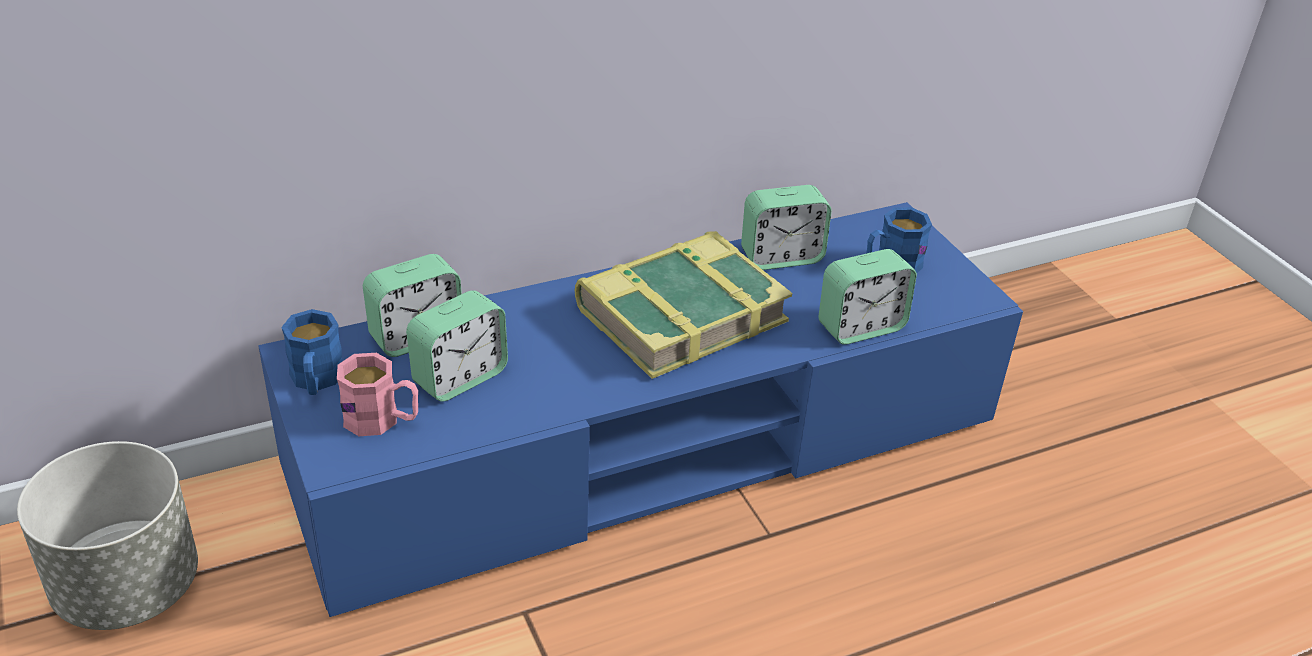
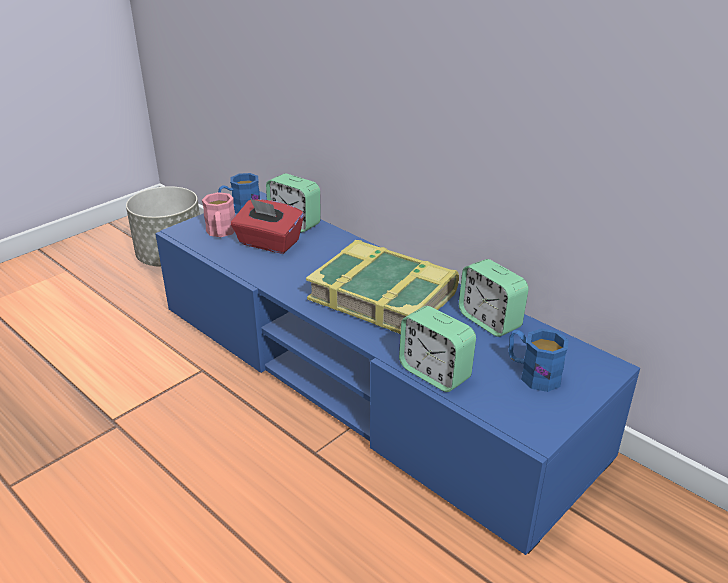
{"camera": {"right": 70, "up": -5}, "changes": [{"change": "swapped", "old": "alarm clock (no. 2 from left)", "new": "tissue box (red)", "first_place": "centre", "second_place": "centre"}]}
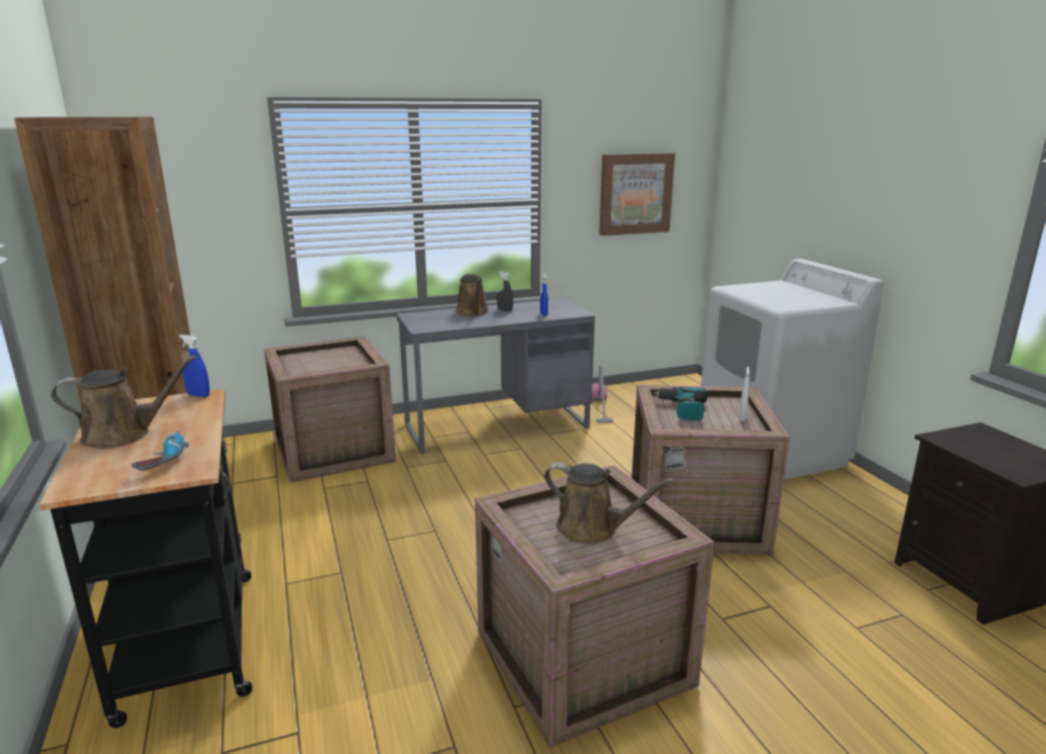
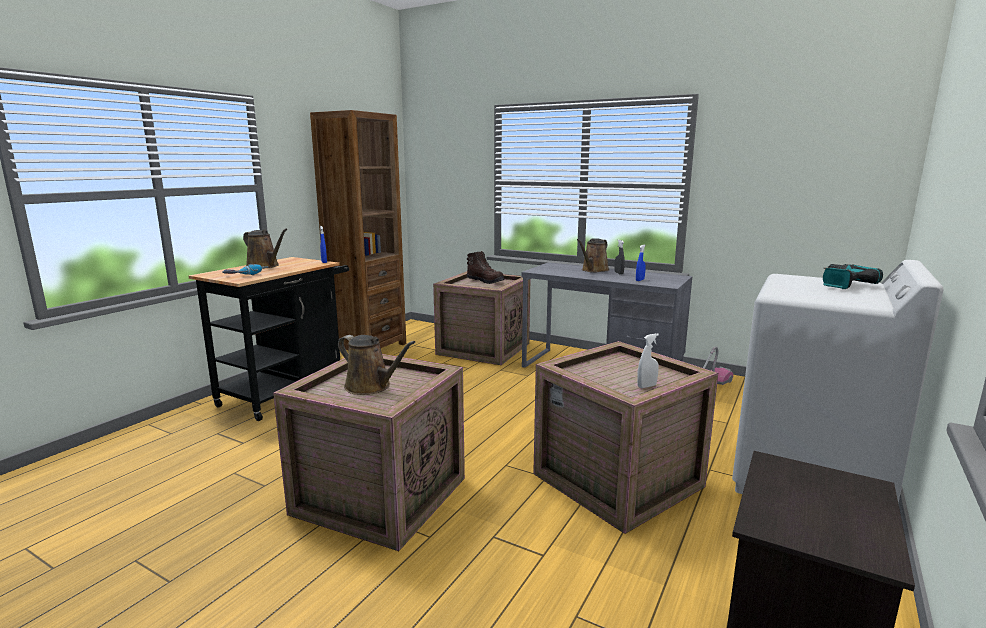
{"camera": {"right": 50, "up": -5}, "changes": [{"change": "gone", "old": "picture", "first_place": "top centre"}, {"change": "new", "new": "boot (brown)", "second_place": "centre"}, {"change": "shifted", "old": "power drill (no. 2 from left)", "first_place": "centre", "second_place": "middle right"}, {"change": "rotated", "old": "watering can (brown) (no. 3 from left in the first image)", "first_place": "bottom centre", "second_place": "centre", "degrees": -45}]}
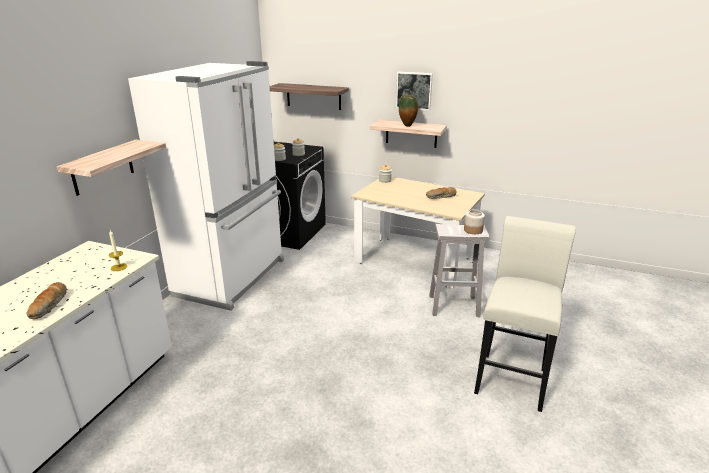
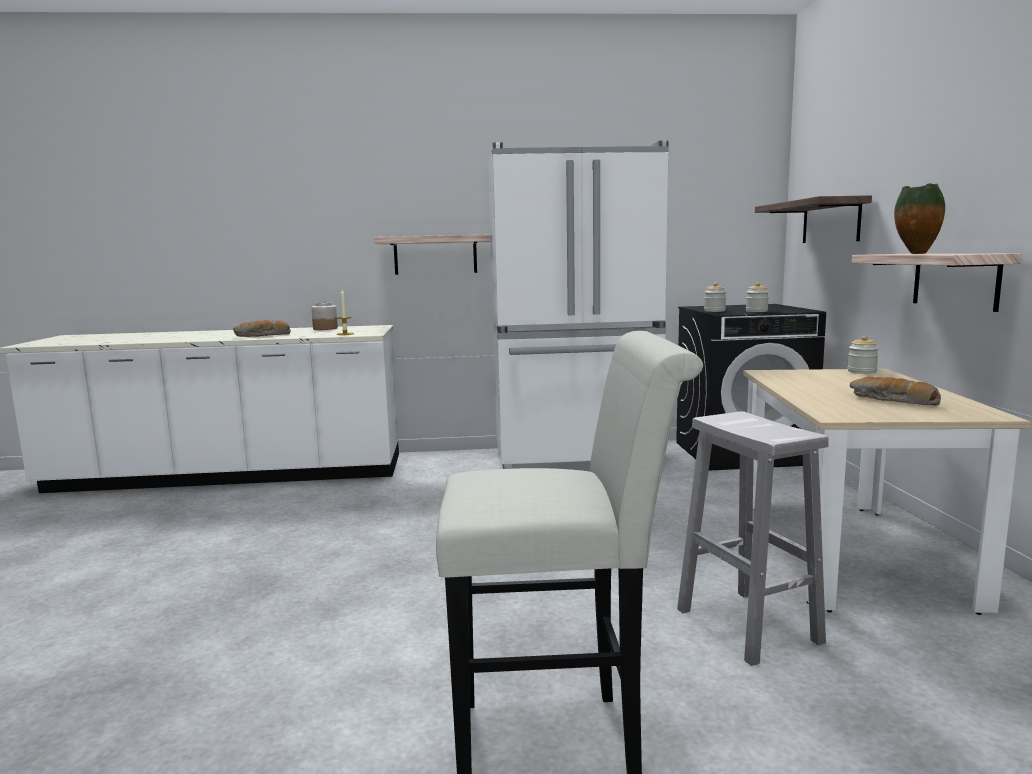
{"camera": {"right": 65, "up": -15}, "changes": [{"change": "gone", "old": "picture", "first_place": "top centre"}, {"change": "shifted", "old": "jar (no. 4 from left in the first image)", "new": "jar (no. 1 from left)", "first_place": "middle right", "second_place": "middle left"}]}
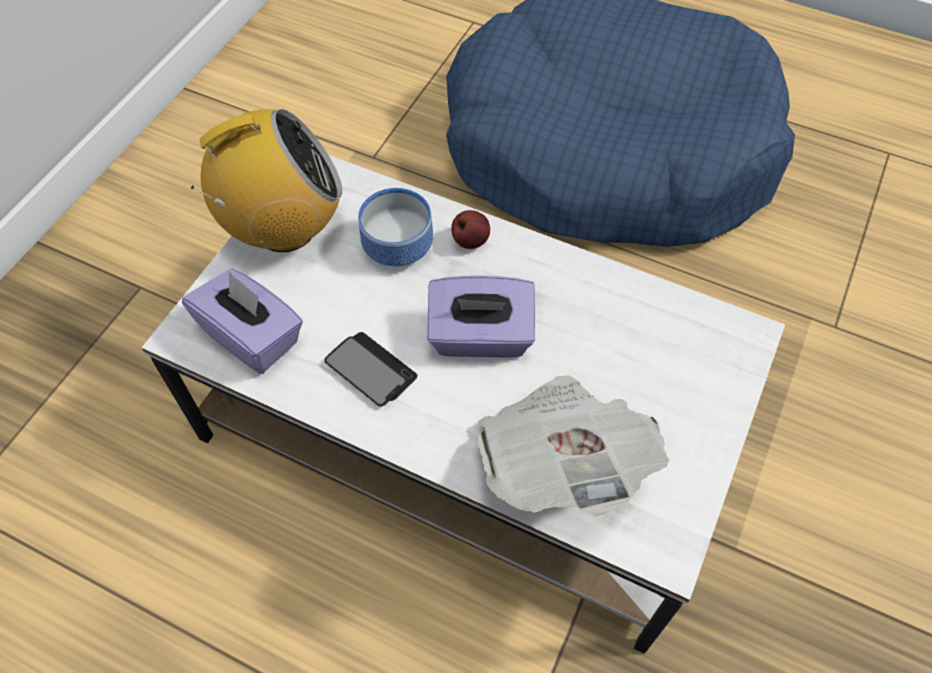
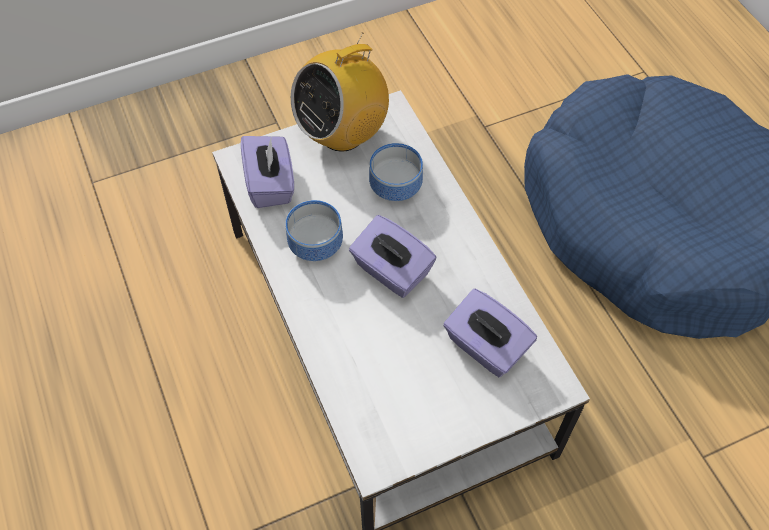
{"camera": {"right": 40, "up": 0}, "changes": [{"change": "gone", "old": "apple", "first_place": "centre"}, {"change": "gone", "old": "newspaper", "first_place": "centre"}, {"change": "new", "new": "tissue box (purple) (no. 3 from left)", "second_place": "centre"}, {"change": "swapped", "old": "phone", "new": "bowl (no. 1 from left)", "first_place": "centre", "second_place": "centre"}, {"change": "rotated", "old": "radio", "first_place": "top left", "second_place": "top centre", "degrees": 120}]}
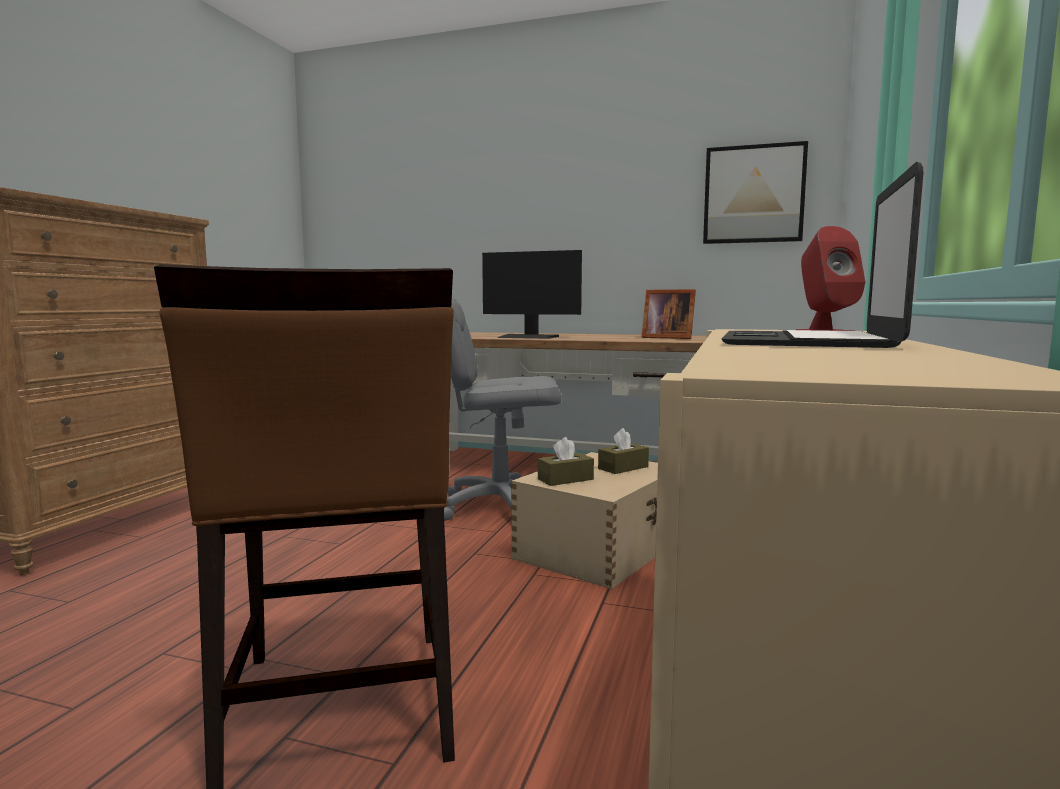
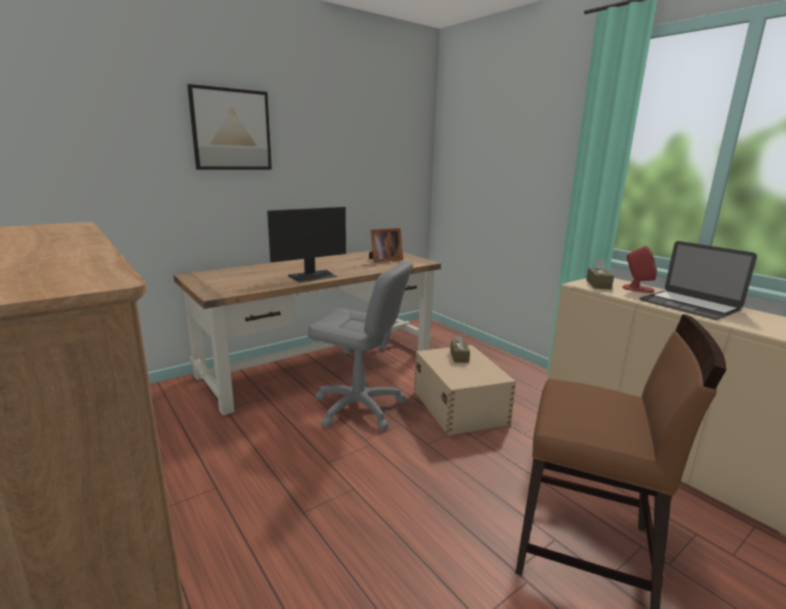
{"camera": {"right": -55, "up": 10}, "changes": [{"change": "shifted", "old": "tissue box (brown) (no. 1 from left in the first image)", "new": "tissue box (brown) (no. 2 from left)", "first_place": "centre", "second_place": "middle right"}, {"change": "shifted", "old": "picture", "first_place": "top right", "second_place": "top left"}, {"change": "rotated", "old": "office chair (grey)", "first_place": "centre", "second_place": "centre", "degrees": -105}]}
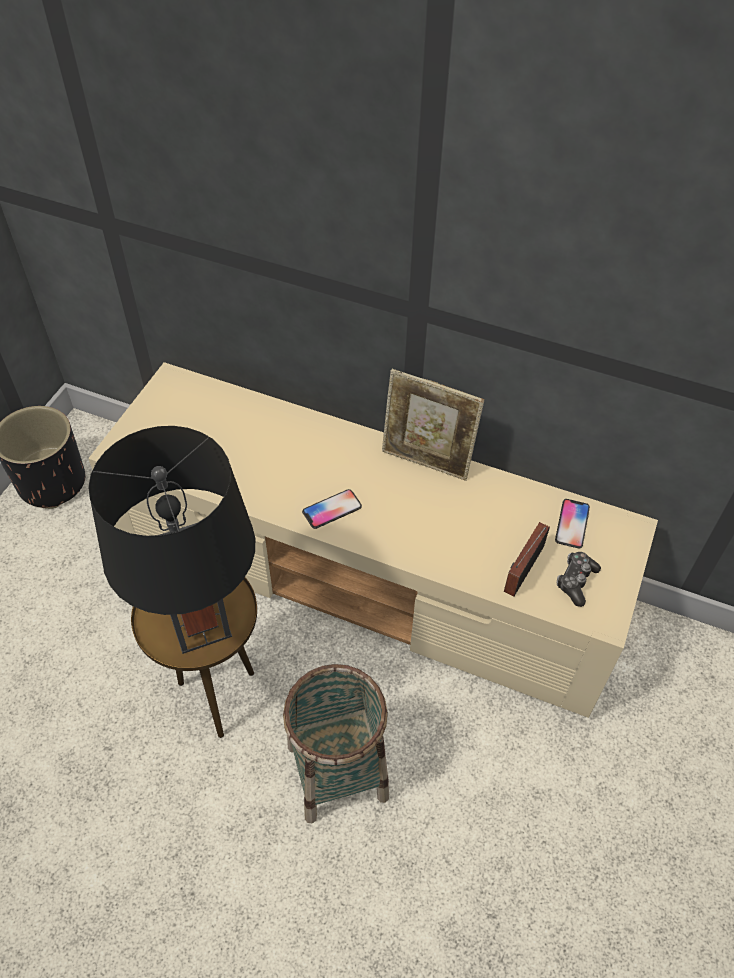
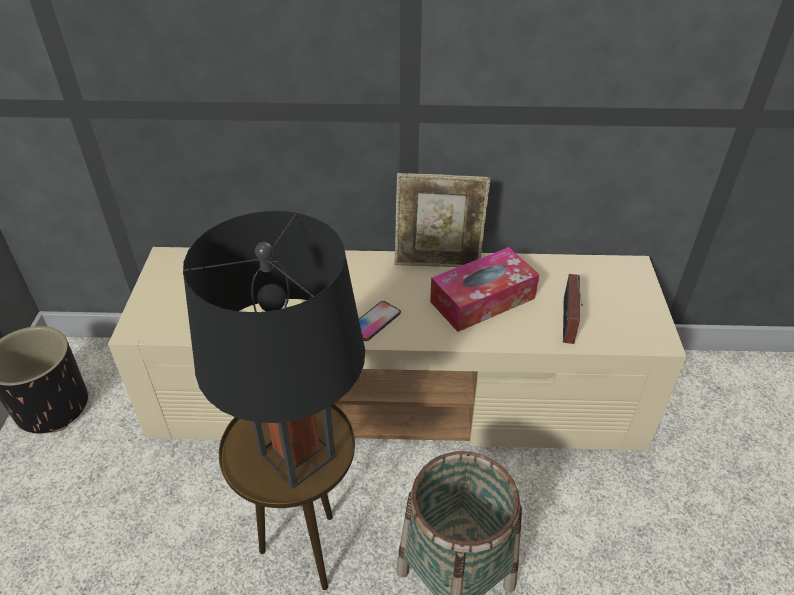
{"camera": {"right": -20, "up": -10}, "changes": [{"change": "gone", "old": "phone (no. 2 from left)", "first_place": "middle right"}, {"change": "gone", "old": "game controller", "first_place": "middle right"}, {"change": "new", "new": "tissue box", "second_place": "centre"}]}
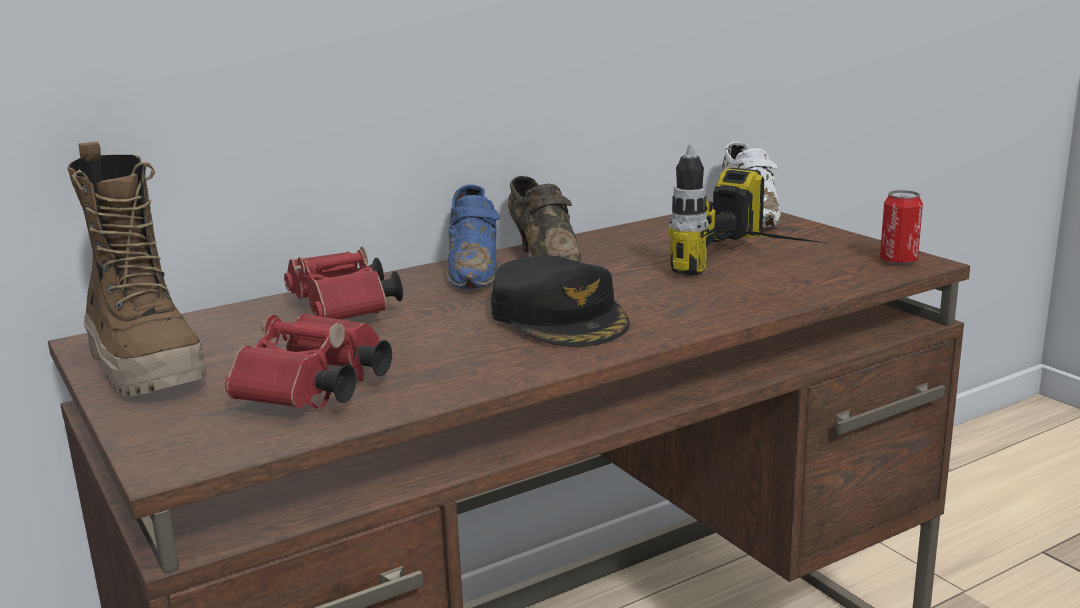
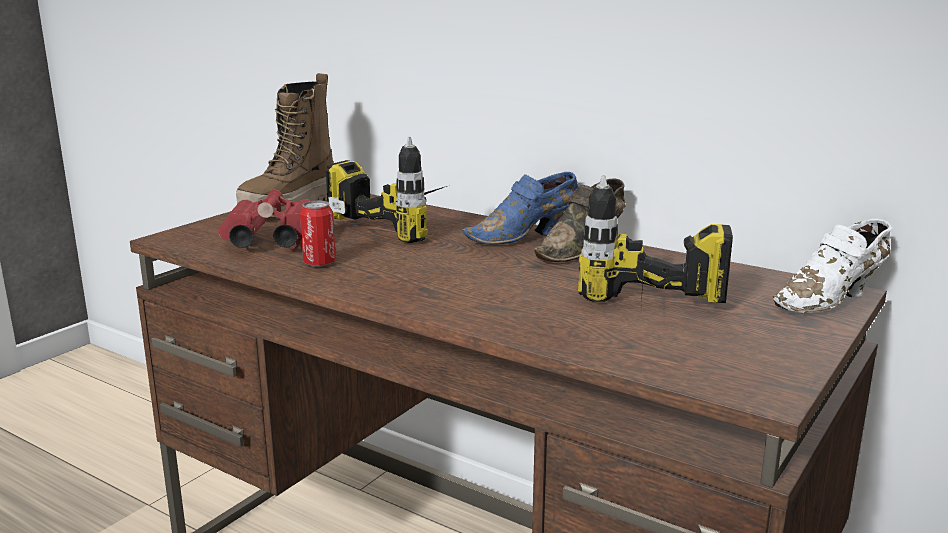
{"camera": {"right": 65, "up": 0}, "changes": [{"change": "gone", "old": "cap (black)", "first_place": "centre"}, {"change": "shifted", "old": "can", "first_place": "middle right", "second_place": "centre"}, {"change": "swapped", "old": "binoculars (red) (no. 2 from left)", "new": "power drill (no. 1 from left)", "first_place": "middle left", "second_place": "centre"}]}
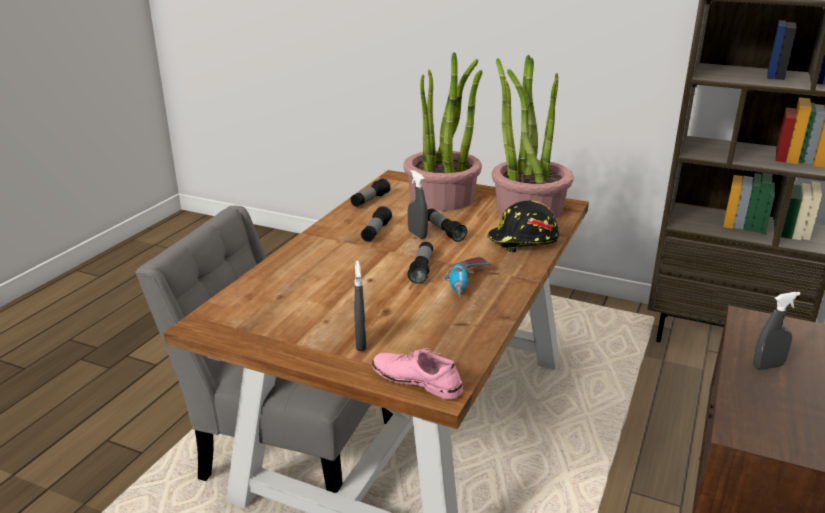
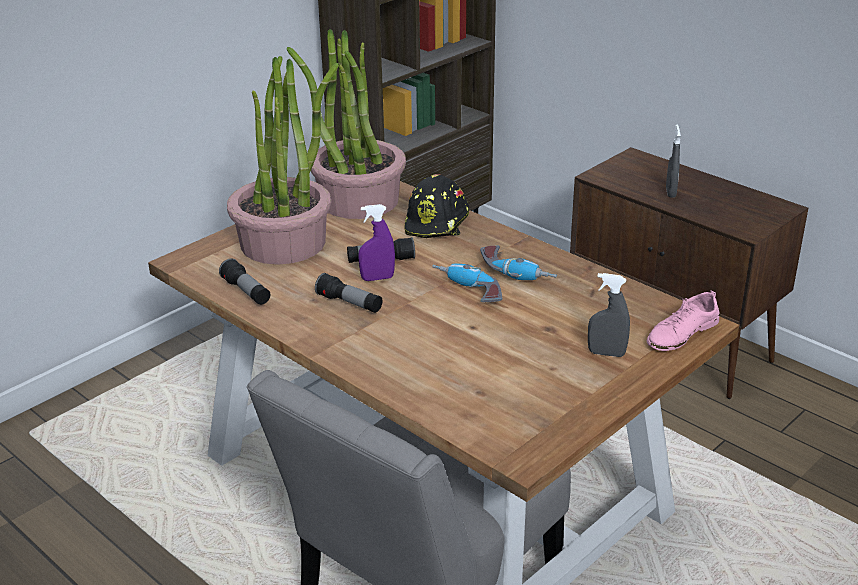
{"camera": {"right": -70, "up": 5}, "changes": [{"change": "swapped", "old": "flashlight (no. 3 from left)", "new": "power drill (no. 1 from left)", "first_place": "centre", "second_place": "centre"}, {"change": "repainted", "old": "spray bottle (grey) (no. 2 from left)", "new": "spray bottle (purple)", "first_place": "centre", "second_place": "centre"}]}
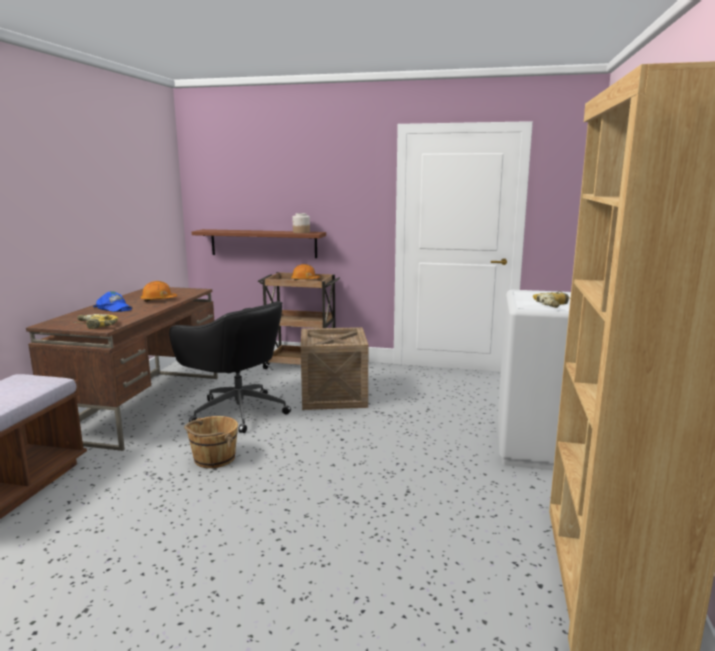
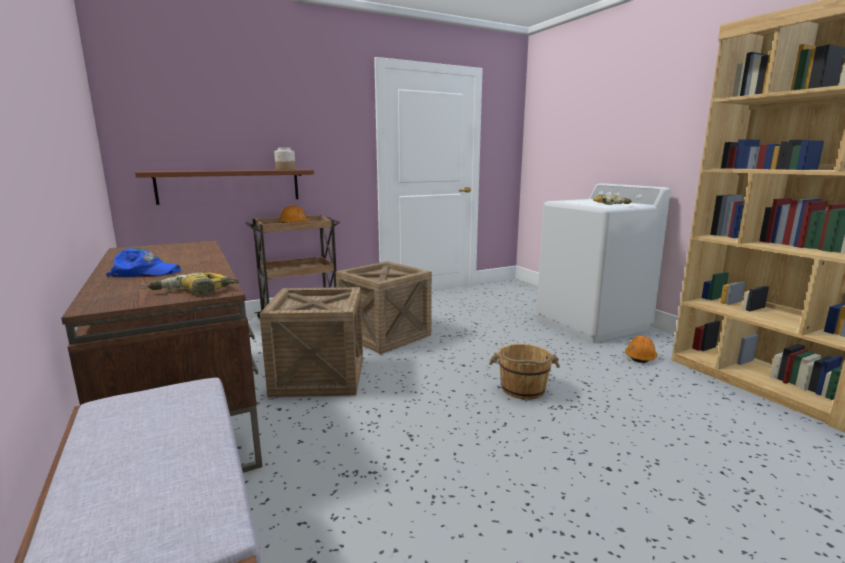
{"camera": {"right": -40, "up": 0}, "changes": [{"change": "shifted", "old": "hard hat (orange) (no. 1 from left in the first image)", "new": "hard hat (orange) (no. 2 from left)", "first_place": "middle left", "second_place": "middle right"}, {"change": "shifted", "old": "bucket (brown)", "first_place": "bottom left", "second_place": "centre"}, {"change": "swapped", "old": "office chair (black)", "new": "crate (no. 1 from left)", "first_place": "middle left", "second_place": "centre"}]}
